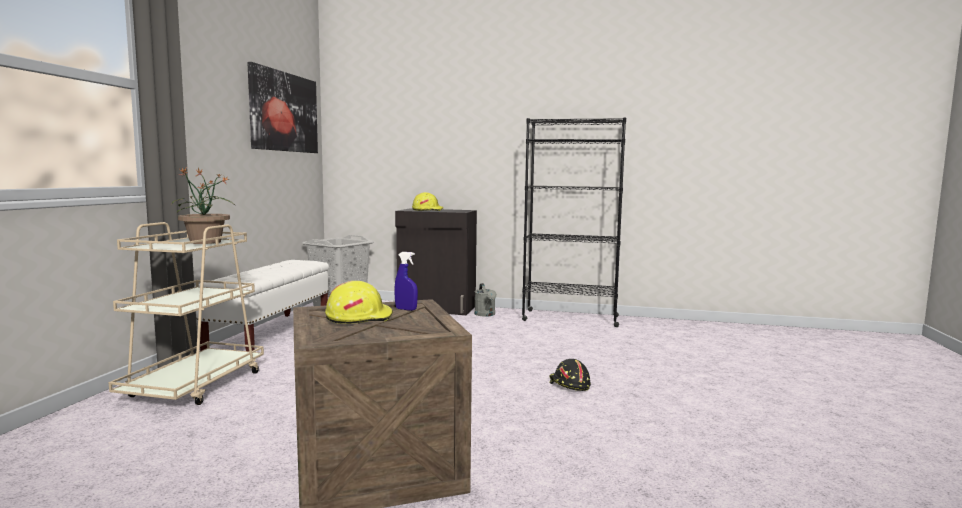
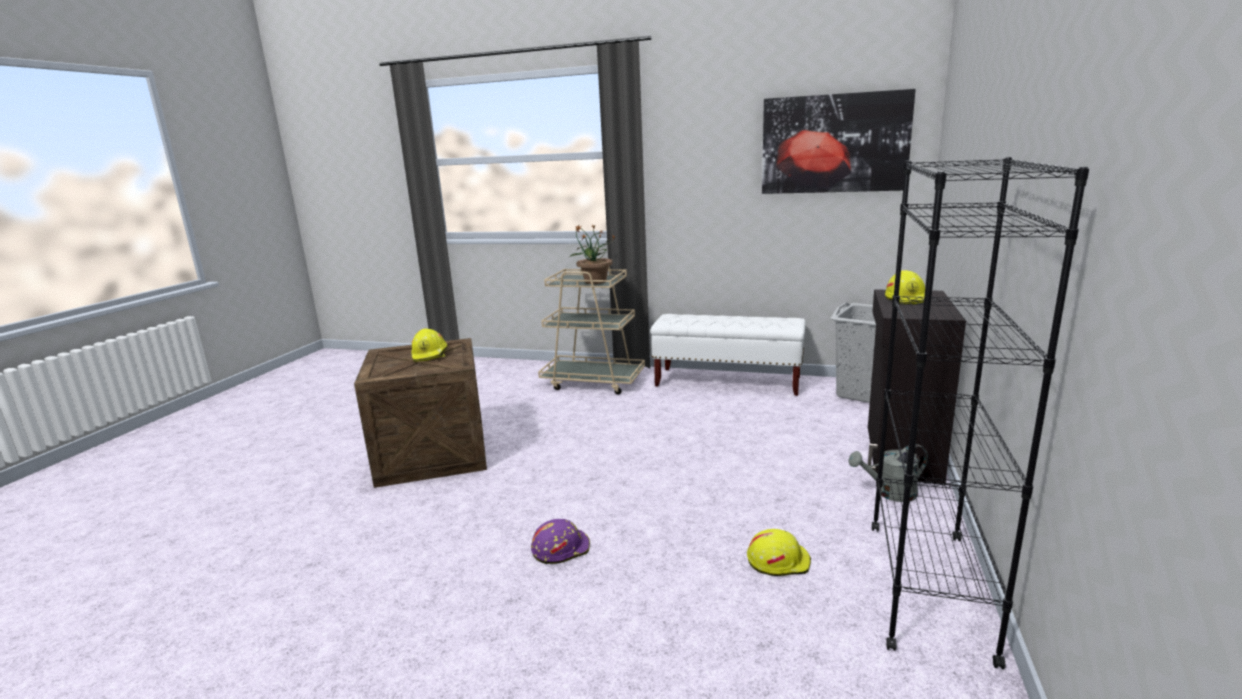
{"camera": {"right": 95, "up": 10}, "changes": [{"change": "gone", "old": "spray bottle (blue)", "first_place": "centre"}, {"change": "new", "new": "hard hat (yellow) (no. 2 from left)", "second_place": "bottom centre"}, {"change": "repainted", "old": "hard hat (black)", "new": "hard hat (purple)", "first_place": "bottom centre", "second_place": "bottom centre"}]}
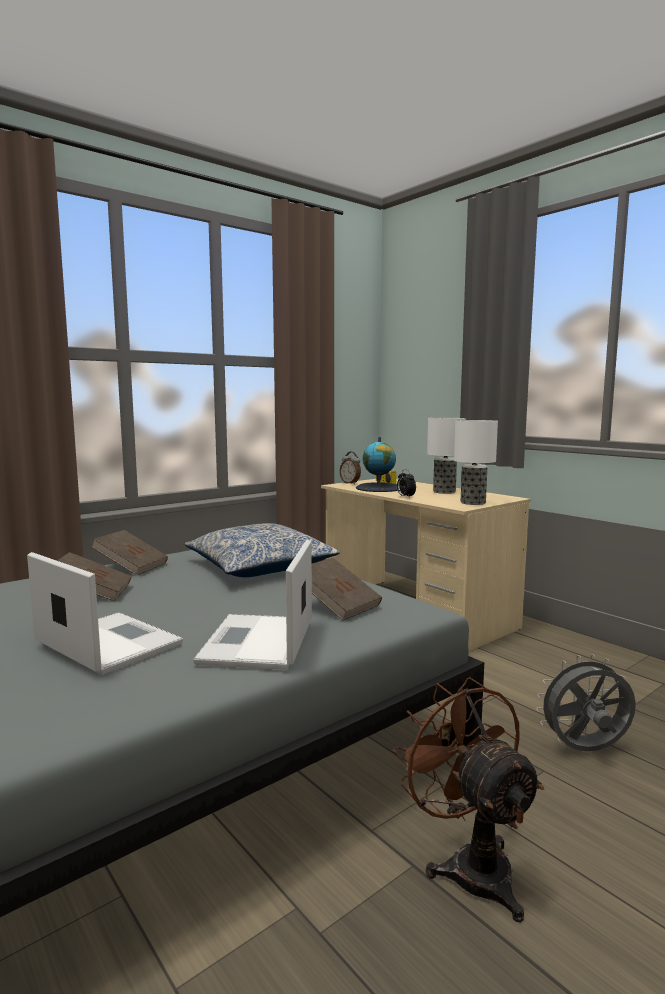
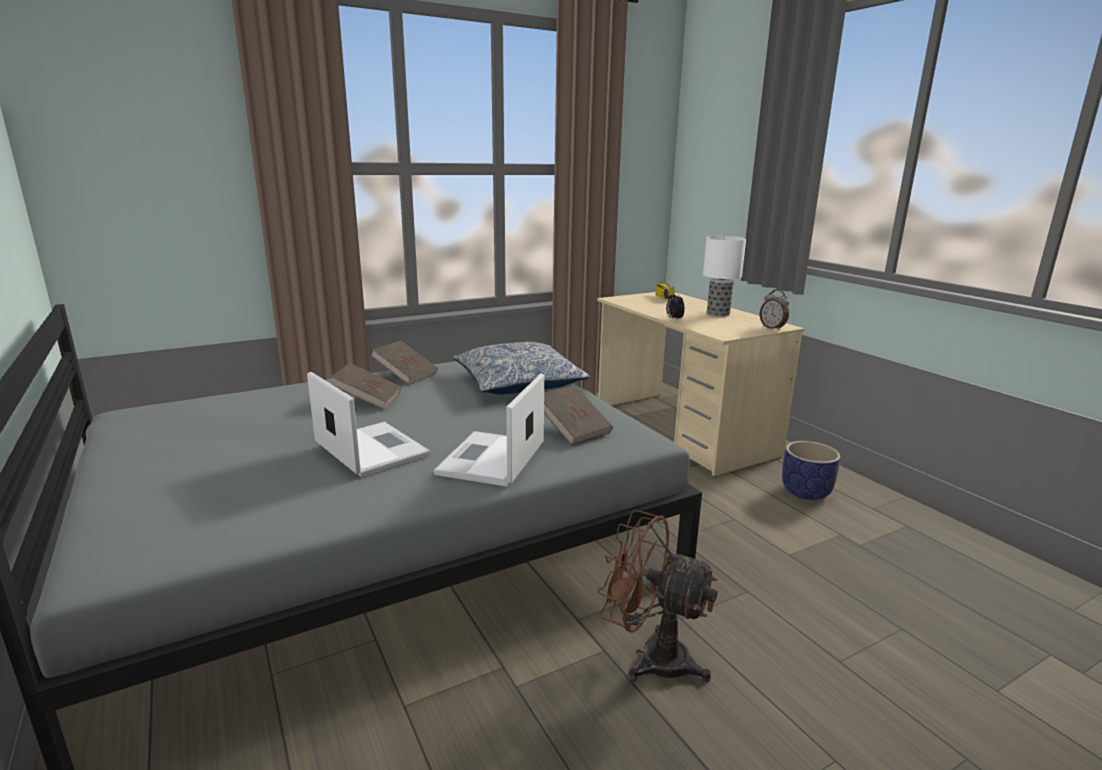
{"camera": {"right": 10, "up": 10}, "changes": [{"change": "gone", "old": "globe", "first_place": "centre"}, {"change": "gone", "old": "table lamp (no. 2 from left)", "first_place": "middle right"}, {"change": "gone", "old": "fan (grey)", "first_place": "bottom right"}, {"change": "new", "new": "planter", "second_place": "middle right"}, {"change": "shifted", "old": "alarm clock (no. 1 from left in the first image)", "new": "alarm clock (no. 2 from left)", "first_place": "centre", "second_place": "middle right"}, {"change": "rotated", "old": "fan (brown)", "first_place": "bottom right", "second_place": "bottom centre", "degrees": -45}]}
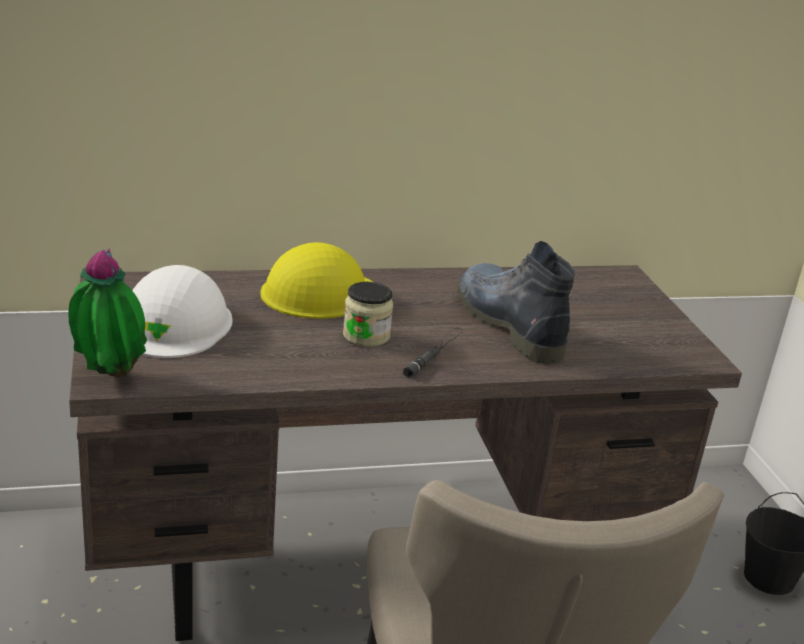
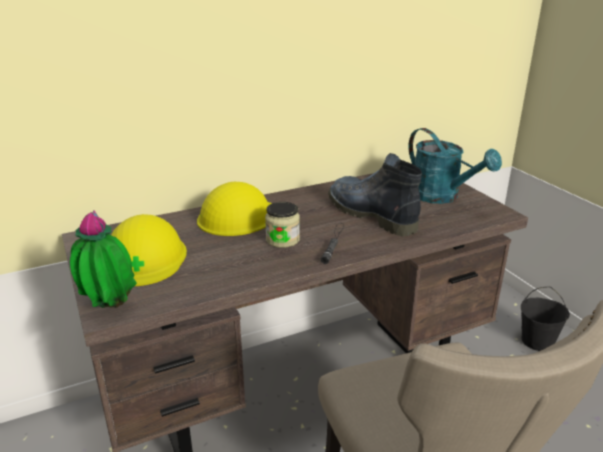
{"camera": {"right": -10, "up": 0}, "changes": [{"change": "new", "new": "watering can (turquoise)", "second_place": "middle right"}, {"change": "repainted", "old": "hard hat (white)", "new": "hard hat (yellow) (no. 1 from left)", "first_place": "middle left", "second_place": "middle left"}]}
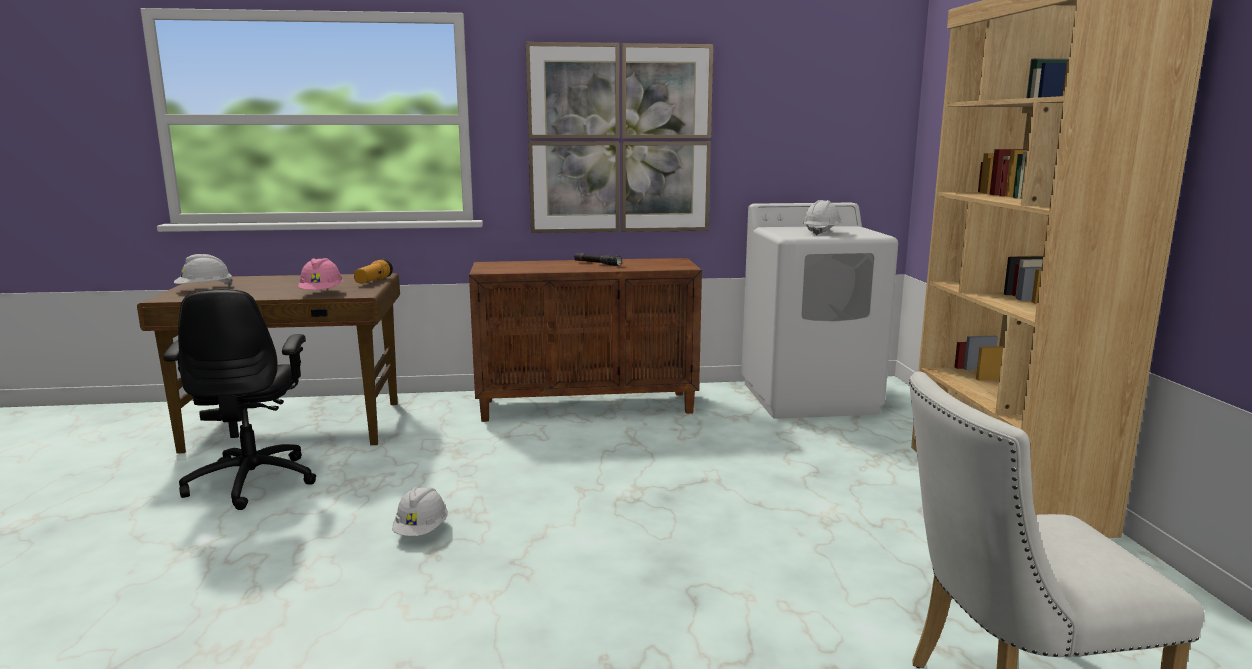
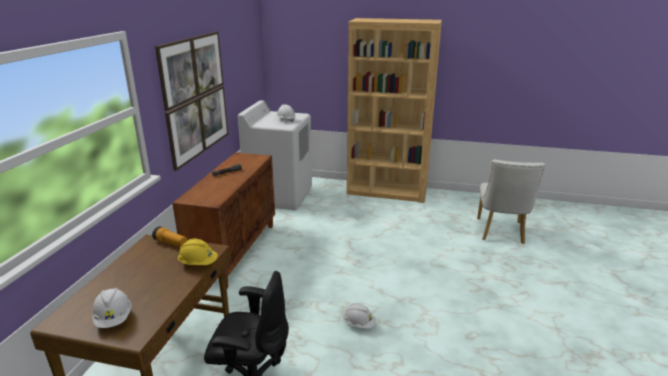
{"camera": {"right": -70, "up": 10}, "changes": [{"change": "repainted", "old": "hard hat (pink)", "new": "hard hat (yellow)", "first_place": "middle left", "second_place": "bottom left"}]}
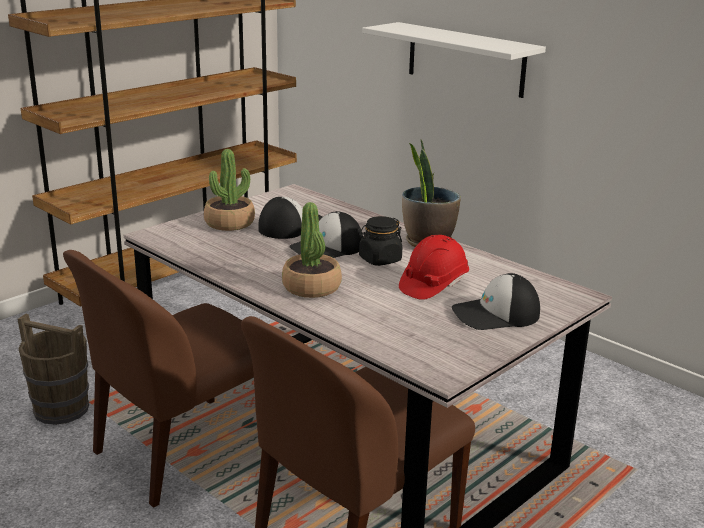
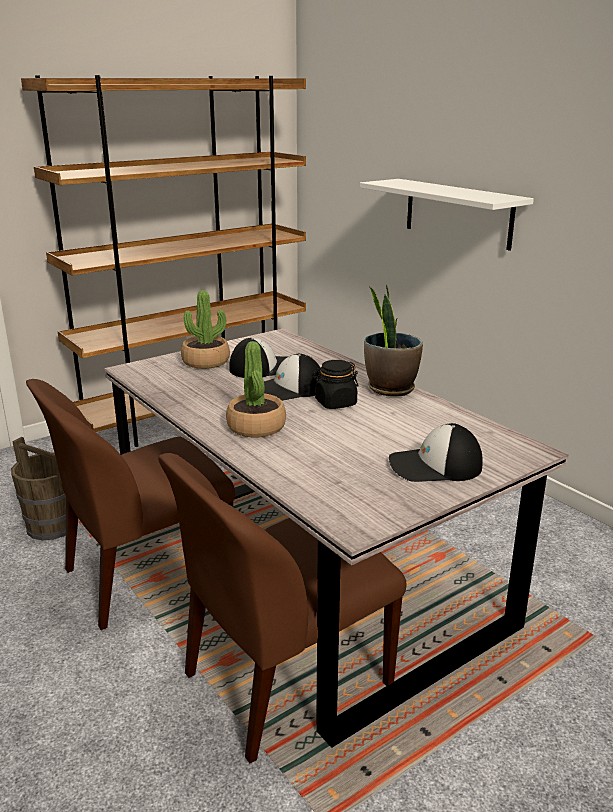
{"camera": {"right": 10, "up": 0}, "changes": [{"change": "gone", "old": "hard hat (red)", "first_place": "centre"}]}
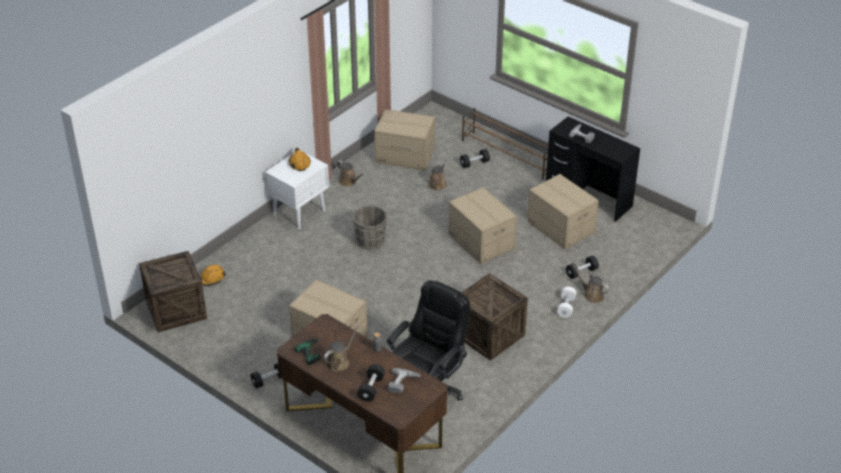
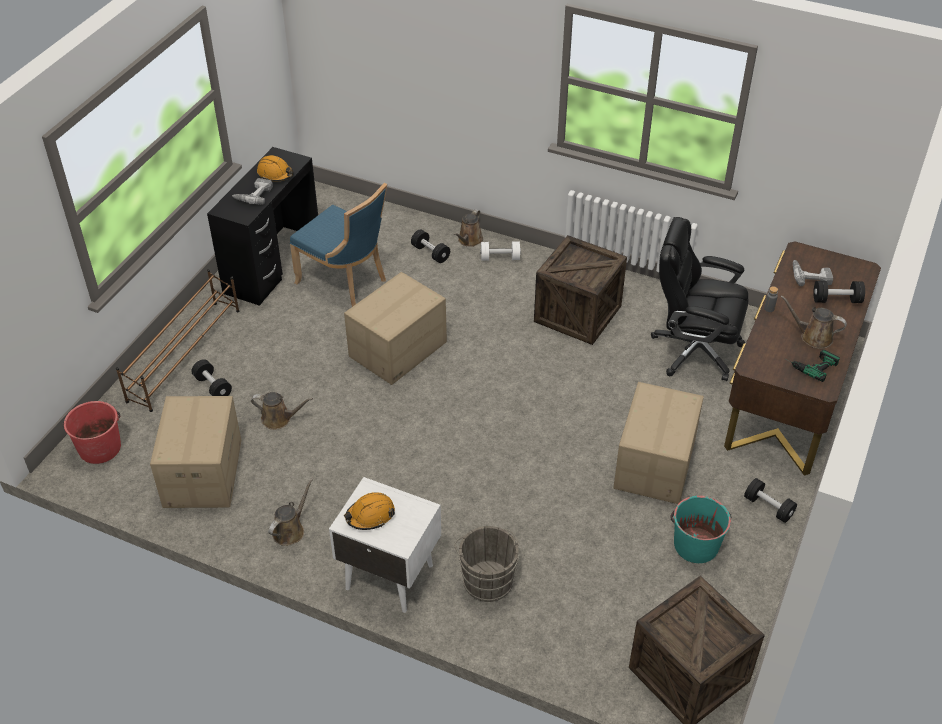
{"camera": {"right": -105, "up": 5}, "changes": [{"change": "new", "new": "bucket (red)", "second_place": "middle left"}, {"change": "new", "new": "bucket (turquoise)", "second_place": "bottom right"}, {"change": "shifted", "old": "hard hat (orange) (no. 1 from left)", "first_place": "middle left", "second_place": "top left"}, {"change": "shifted", "old": "bucket (grey)", "first_place": "centre", "second_place": "bottom centre"}, {"change": "swapped", "old": "cardboard box (no. 4 from left)", "new": "chair (blue)", "first_place": "middle right", "second_place": "centre"}]}
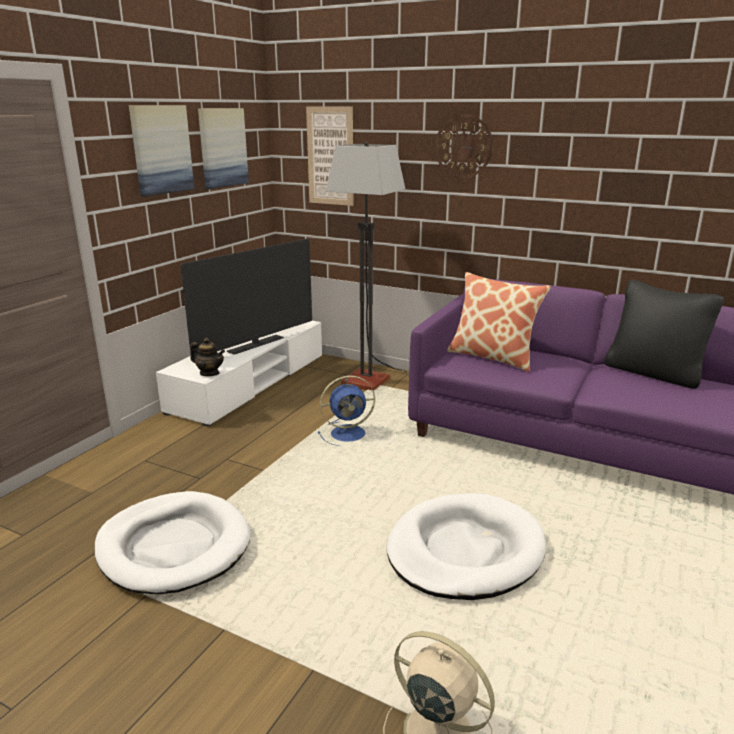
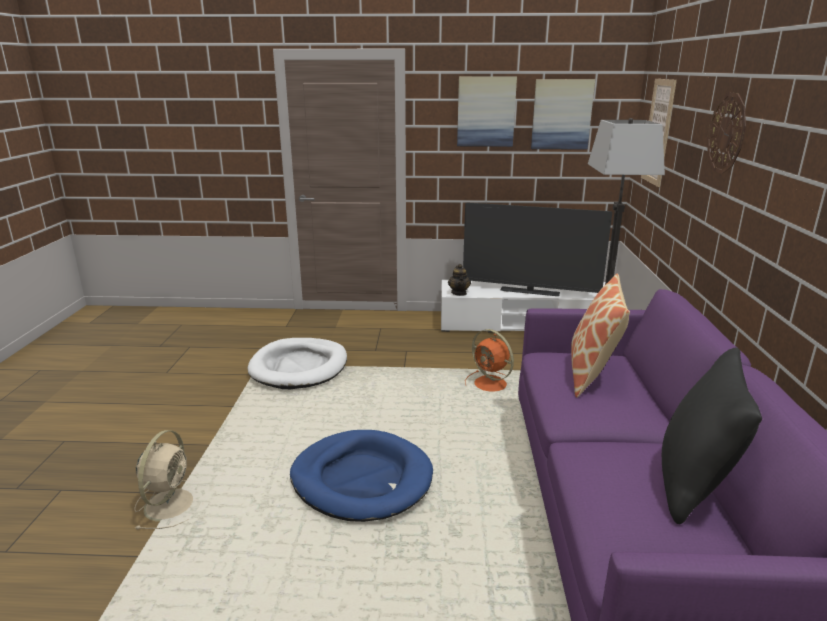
{"camera": {"right": 65, "up": 0}, "changes": [{"change": "repainted", "old": "fan (blue)", "new": "fan (orange)", "first_place": "centre", "second_place": "centre"}, {"change": "repainted", "old": "dog bed (white) (no. 2 from left)", "new": "dog bed (blue)", "first_place": "bottom centre", "second_place": "bottom centre"}]}
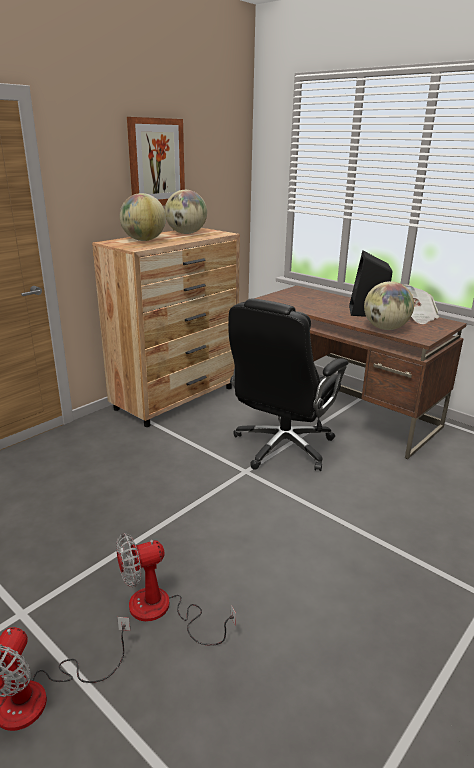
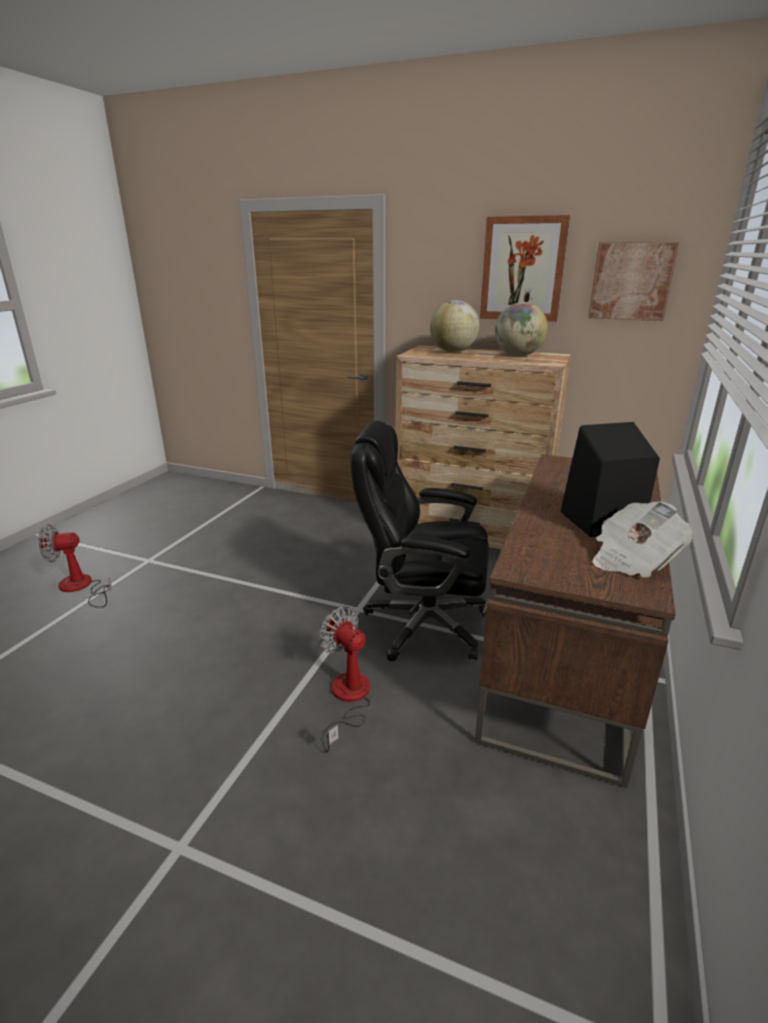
{"camera": {"right": 70, "up": 0}, "changes": [{"change": "gone", "old": "globe (no. 3 from left)", "first_place": "middle right"}, {"change": "new", "new": "picture (no. 2 from left)", "second_place": "top right"}, {"change": "shifted", "old": "fan (no. 2 from left)", "first_place": "bottom centre", "second_place": "centre"}]}
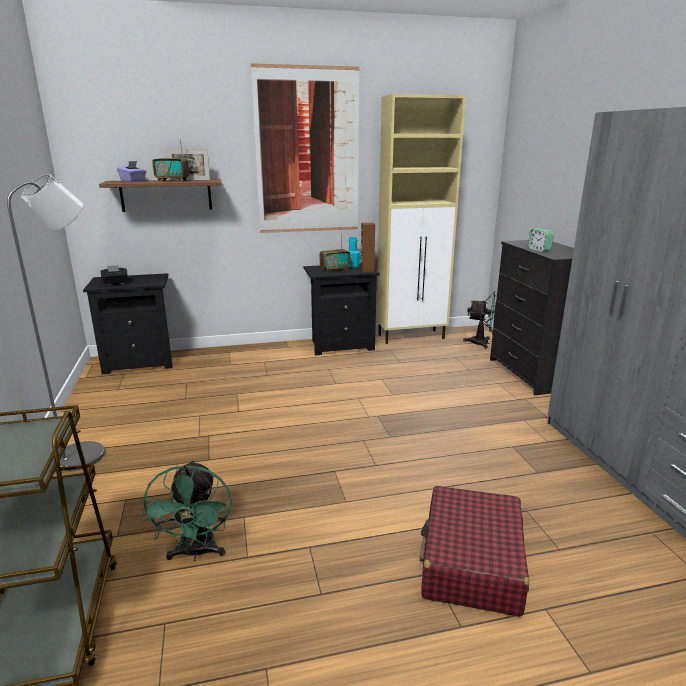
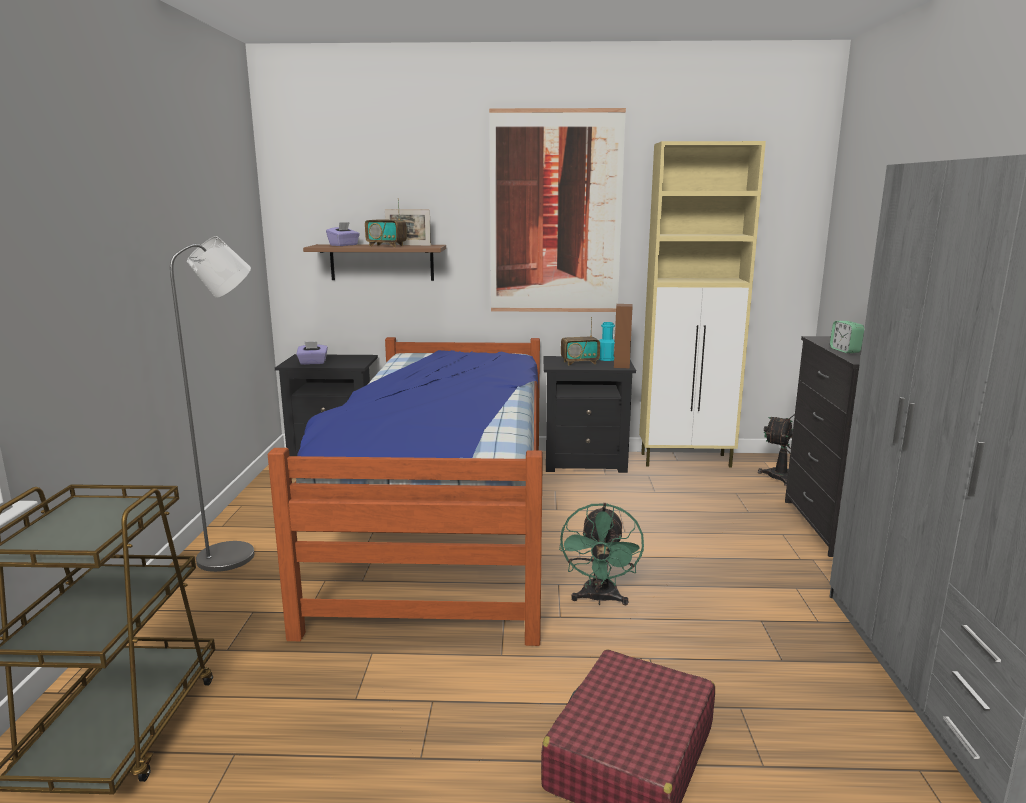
{"camera": {"right": 15, "up": -5}, "changes": [{"change": "new", "new": "bed", "second_place": "centre"}, {"change": "shifted", "old": "fan (green) (no. 1 from left)", "first_place": "bottom left", "second_place": "bottom centre"}, {"change": "repainted", "old": "tissue box (black)", "new": "tissue box (purple) (no. 1 from left)", "first_place": "middle left", "second_place": "middle left"}]}
